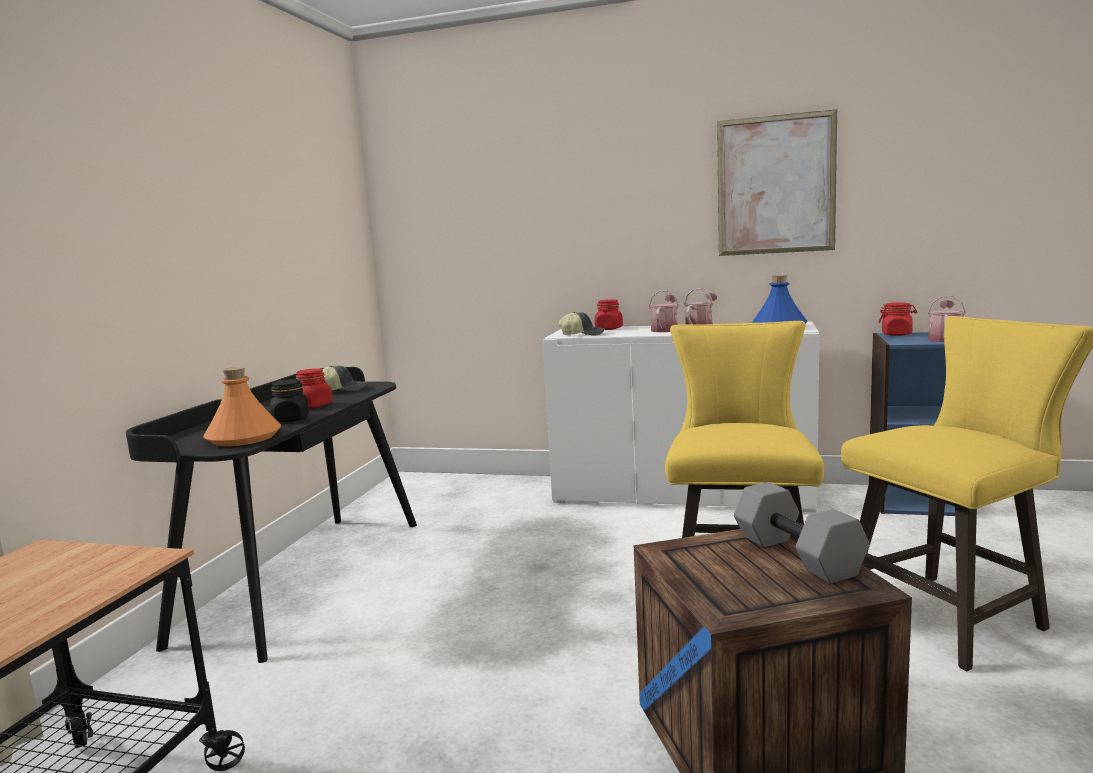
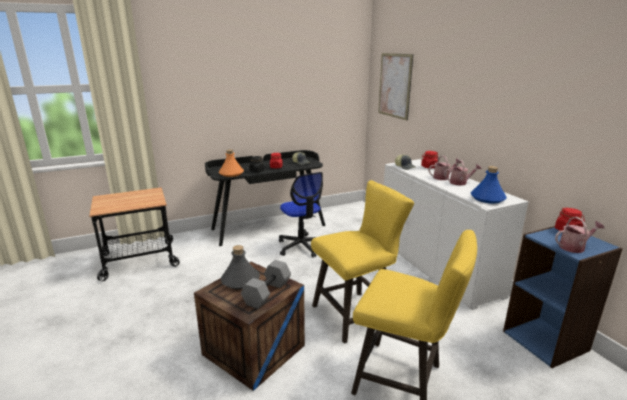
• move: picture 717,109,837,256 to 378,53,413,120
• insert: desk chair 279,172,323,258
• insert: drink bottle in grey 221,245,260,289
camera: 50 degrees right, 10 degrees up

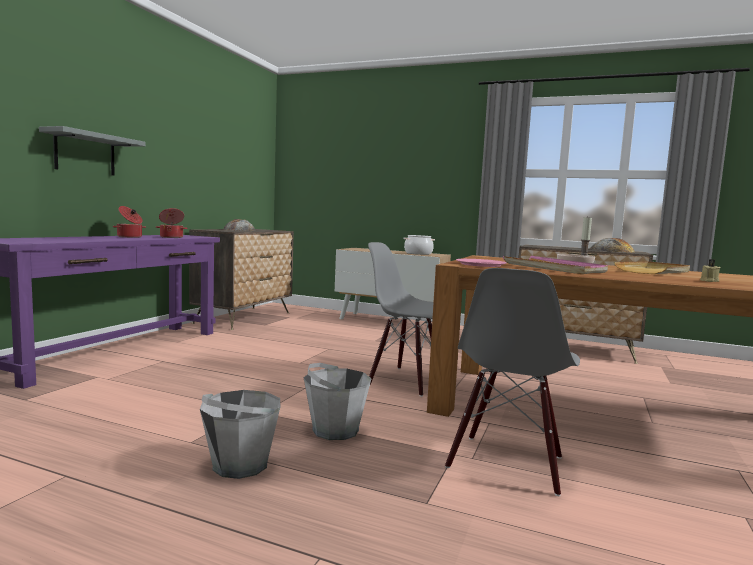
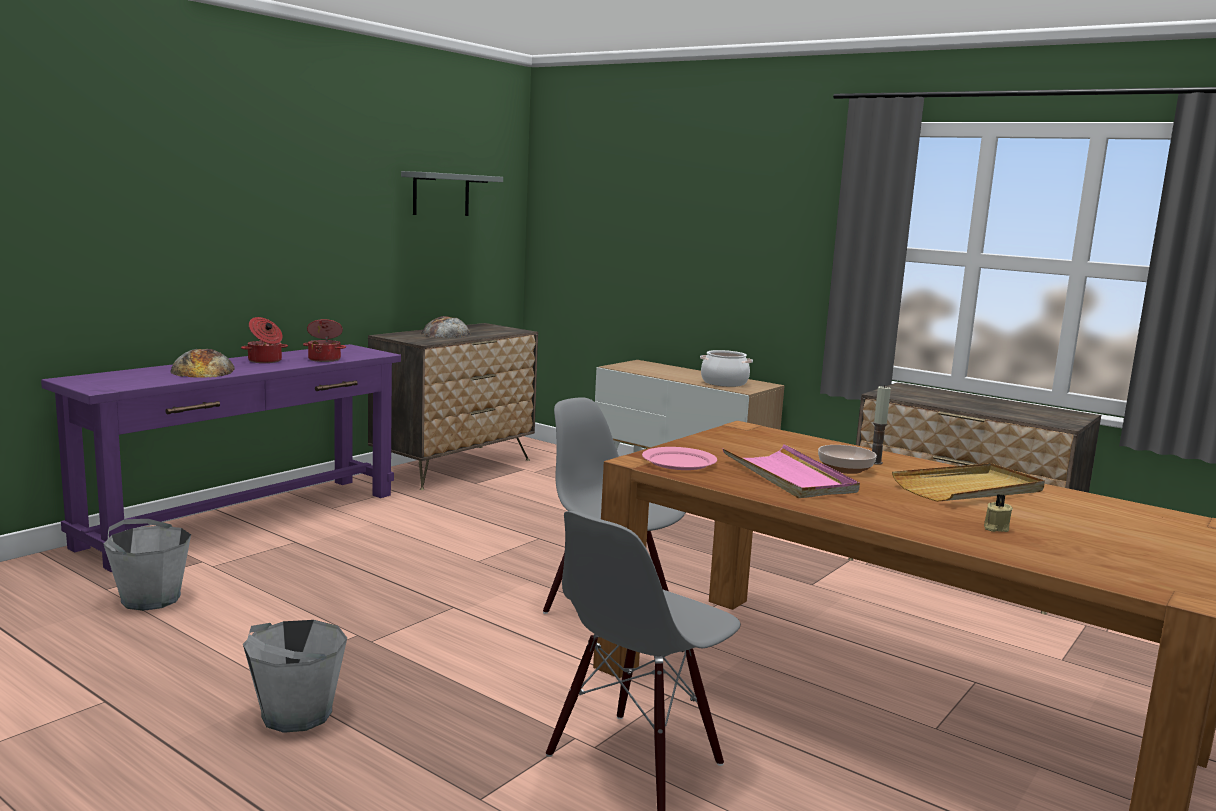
• move: wall shelf in grey 39,126,146,175 to 401,171,503,216
• move: bread 590,238,635,252 to 170,349,235,378
• move: water bucket in grey 304,363,372,440 to 103,519,191,611
camera: 15 degrees right, 5 degrees up

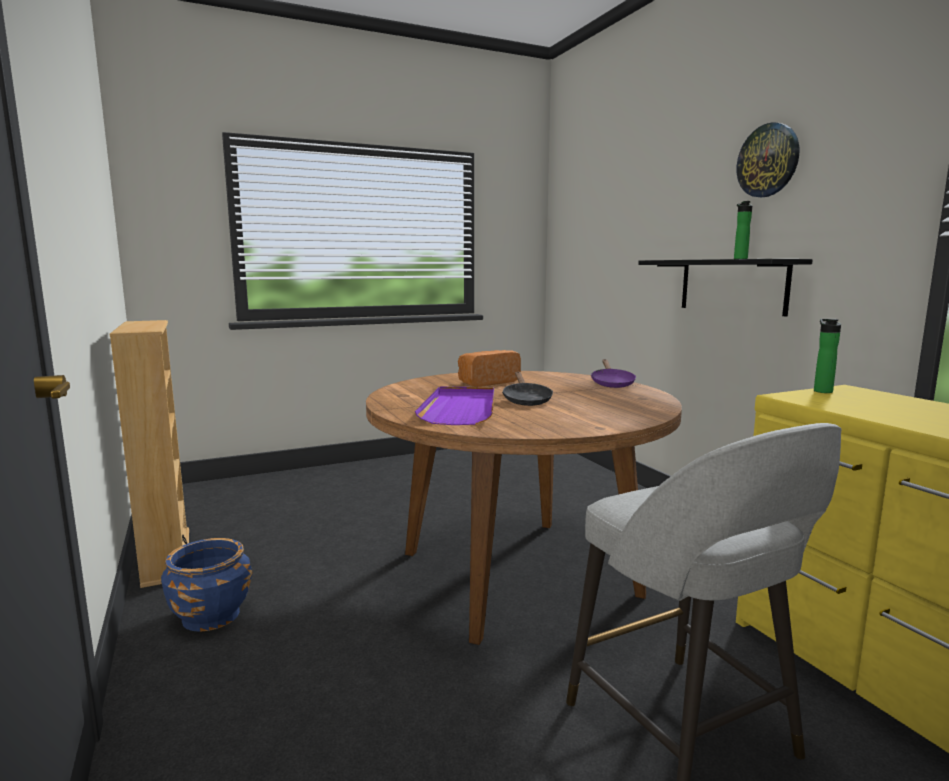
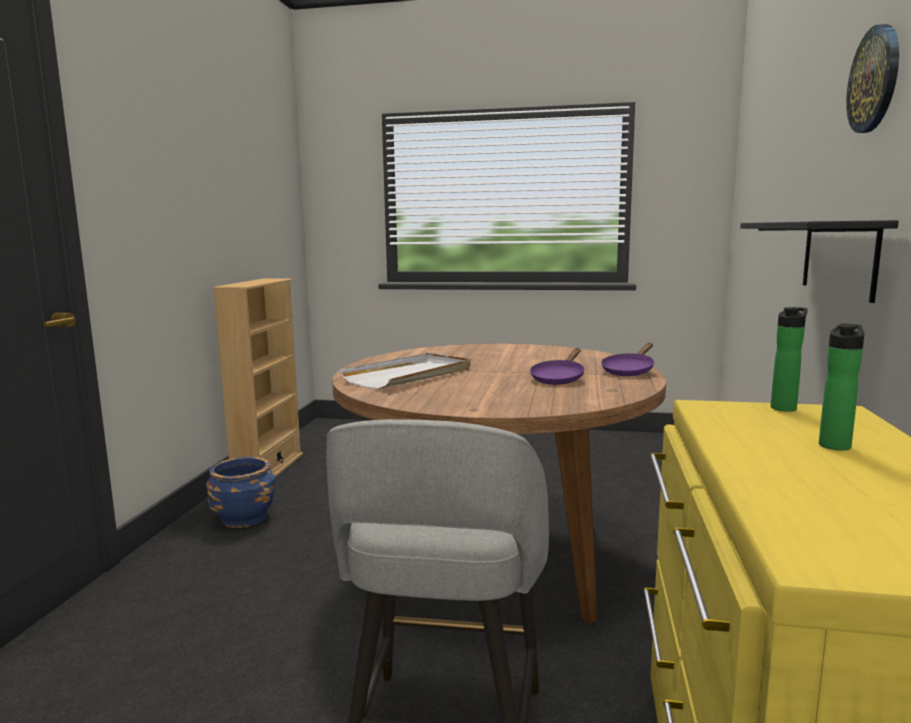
• move: drink bottle 734,201,753,259 to 819,323,865,451
• delete: bread 458,350,521,387
• delete: pan in black-coloured 502,372,553,406
• recolor: tray in purplish 415,386,494,425 to tray in whitish 339,353,471,389
• insert: pan in purplish 530,348,584,385
camera: 35 degrees right, 0 degrees up

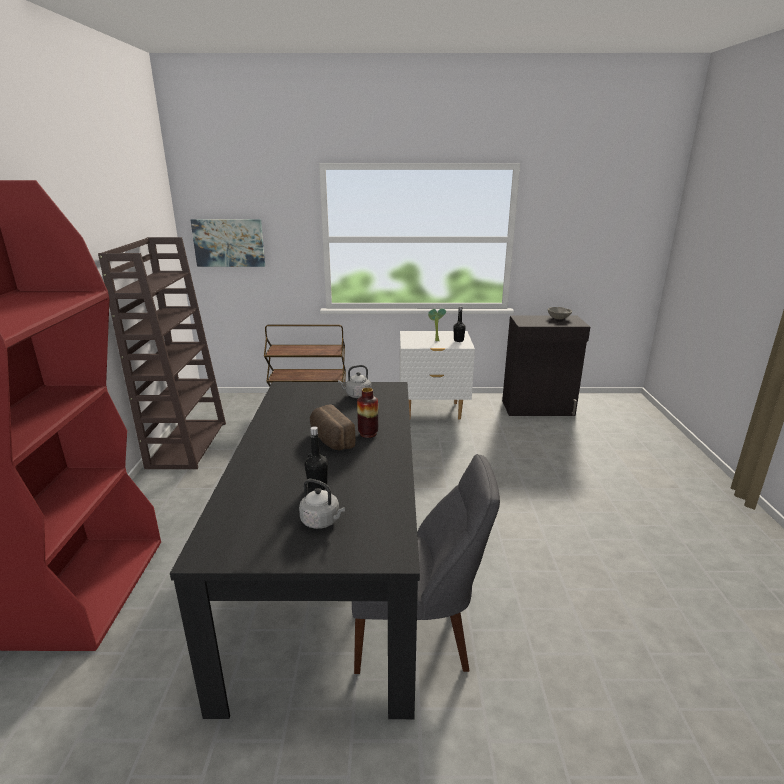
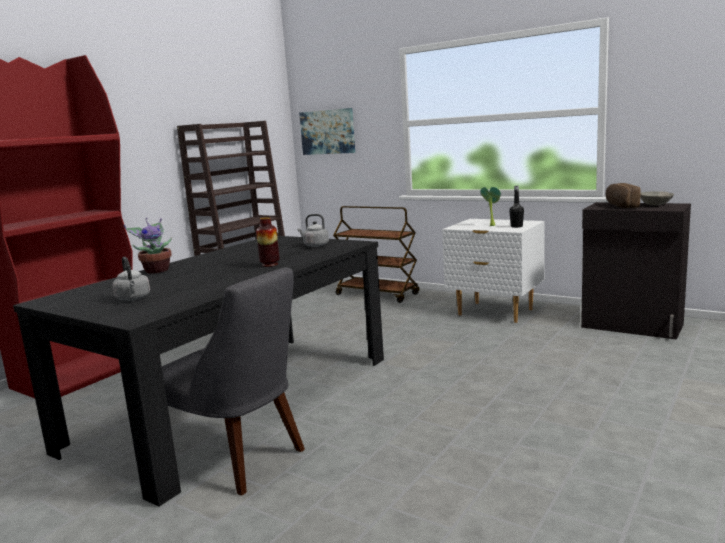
• move: bread 310,404,355,451 to 606,183,640,208
• delete: drink bottle in black-coloured 304,426,328,491
• insert: potted plant 123,218,172,274
camera: 35 degrees right, 10 degrees down

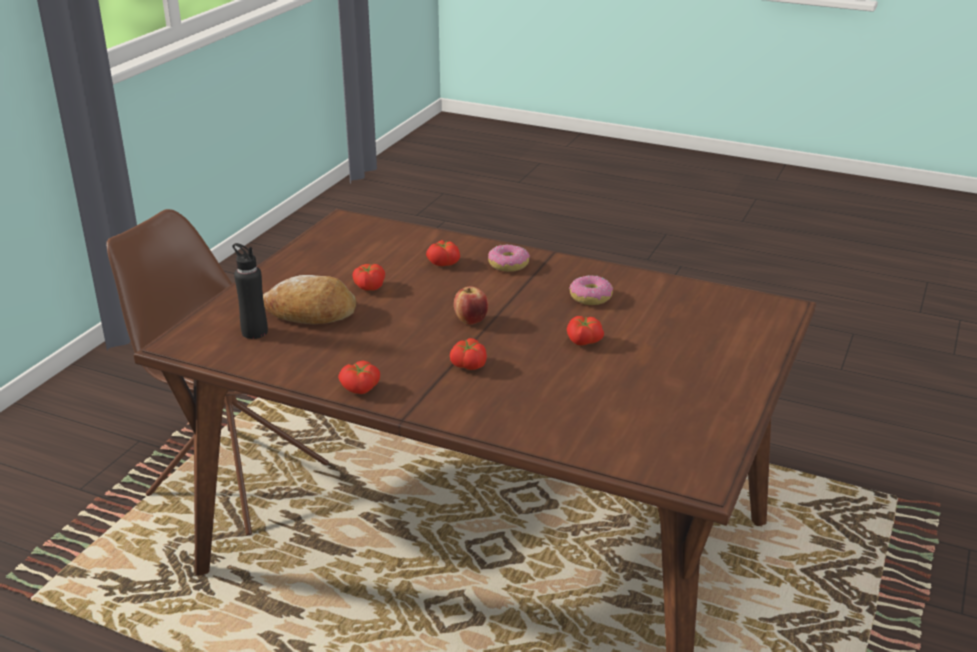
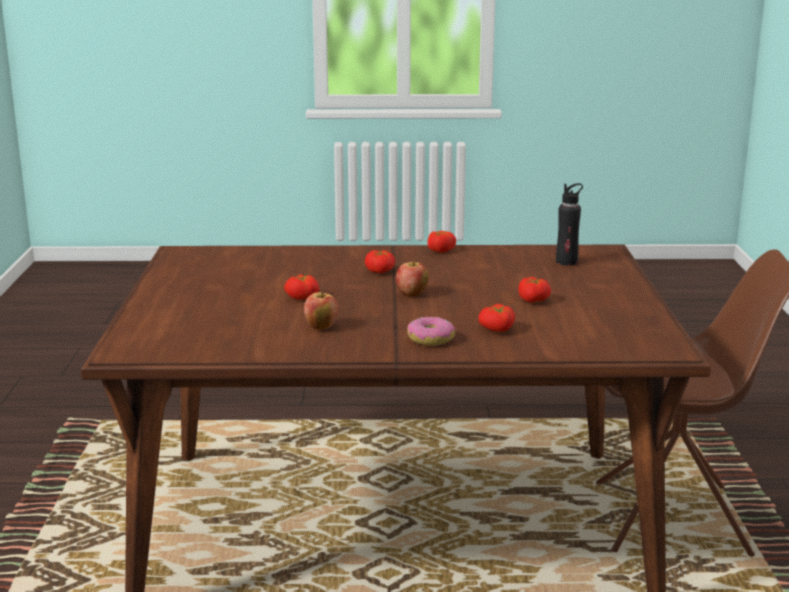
• delete: bread 263,275,356,324
• replace: donut 569,275,613,305 to apple 304,291,338,330
camera: 155 degrees right, 10 degrees down

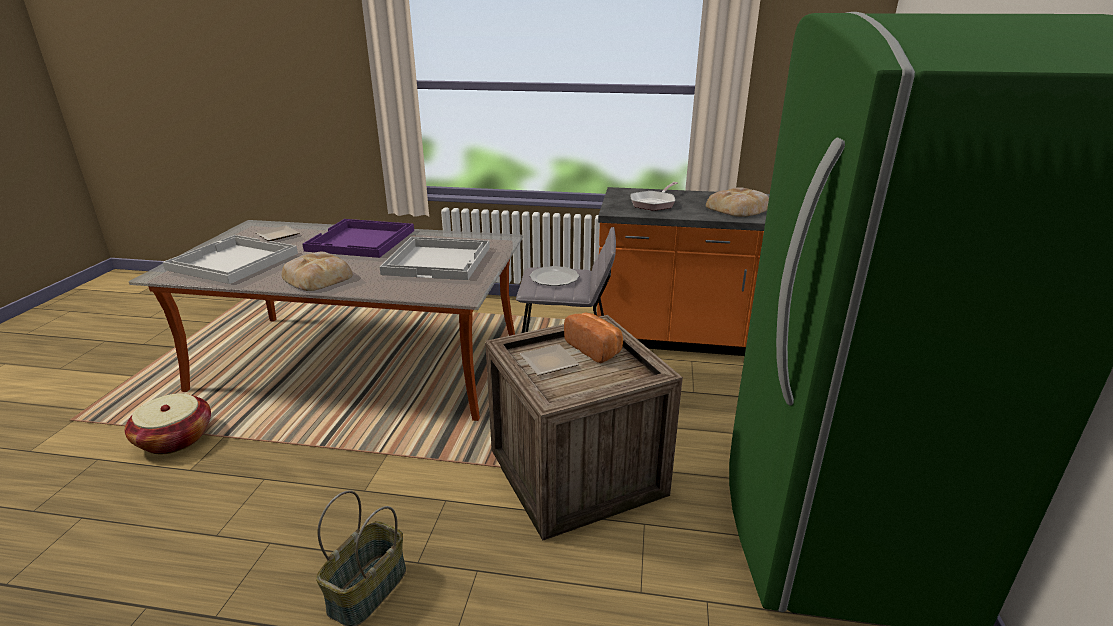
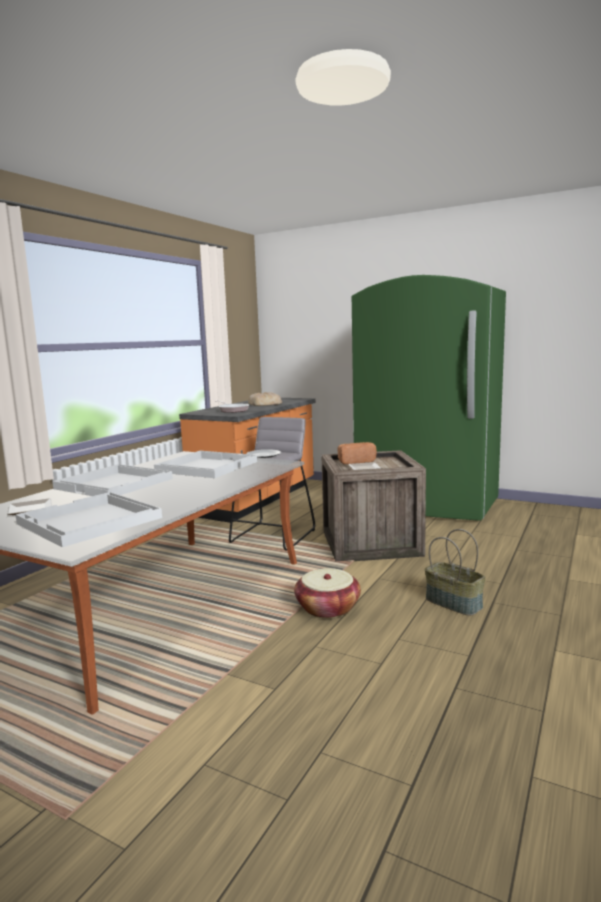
• recolor: tray in purplish 303,219,414,258 to tray in whitish 52,464,173,496
• delete: bread 282,252,353,291
• move: storage basket 125,394,211,454 to 294,568,361,619
camera: 70 degrees left, 15 degrees down

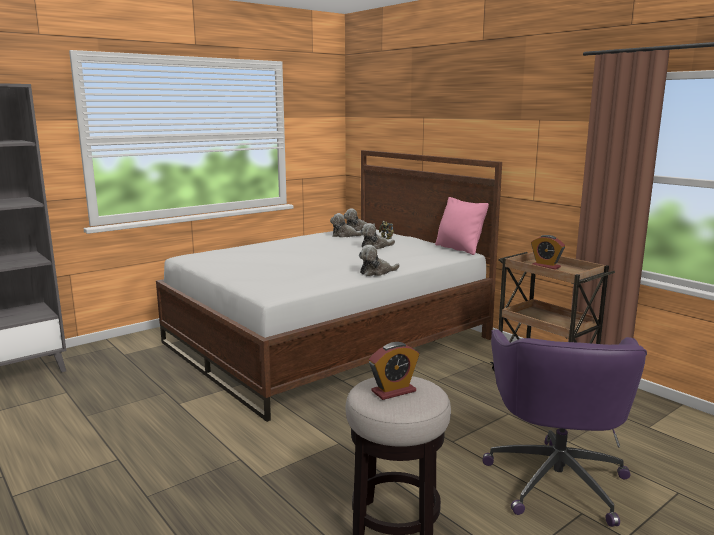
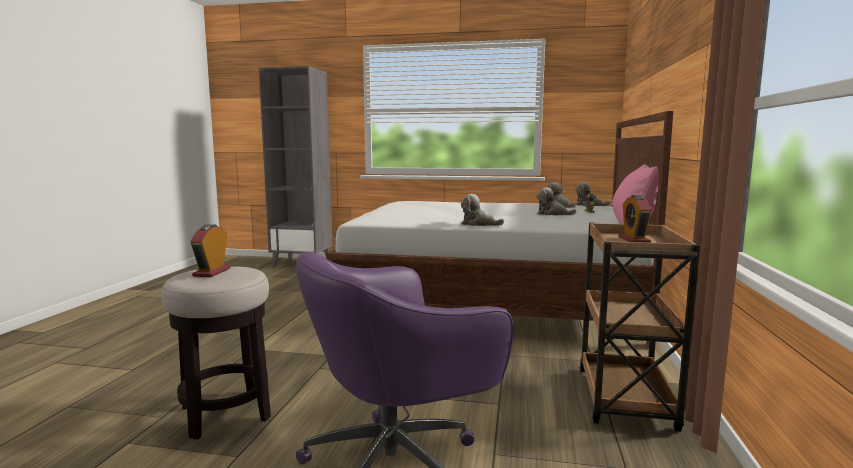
• rotate: table clock 369,342,419,400 = 190,224,231,277 75 degrees clockwise
camera: 50 degrees right, 5 degrees down

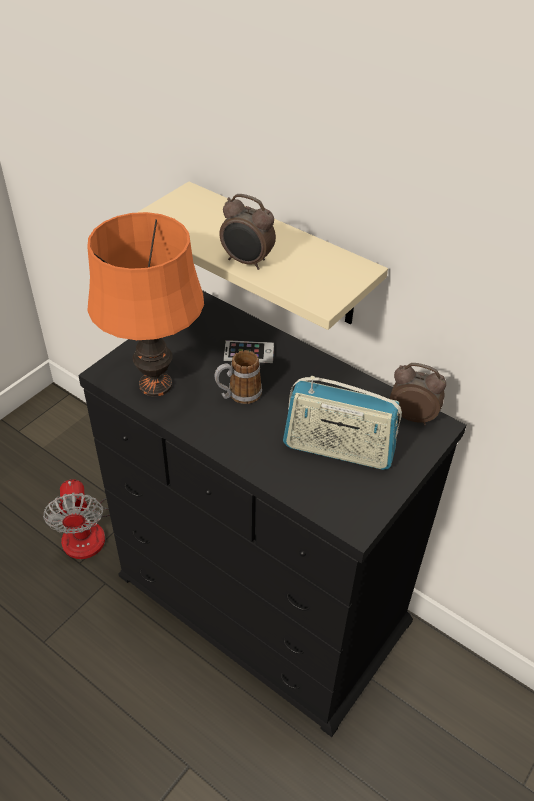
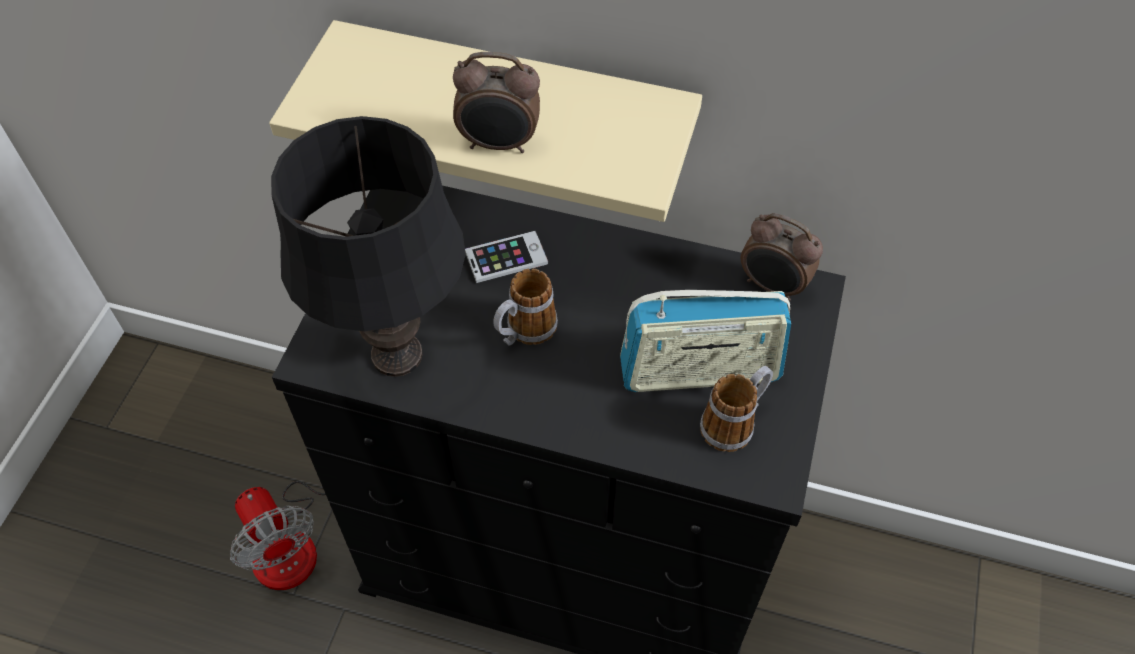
• recolor: lamp for a table in orange-coloured 87,212,204,397 to lamp for a table in black-coloured 271,116,466,377
• rotate: table clock 390,363,446,425 = 741,213,823,301 150 degrees counterclockwise
• insert: mug 700,366,773,452
camera: 20 degrees left, 10 degrees up

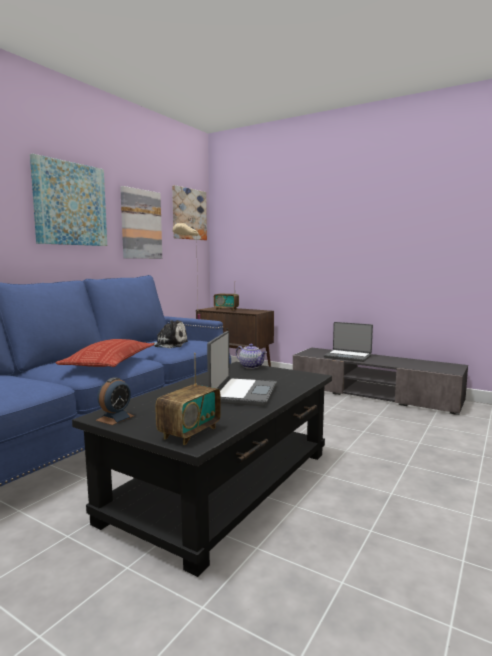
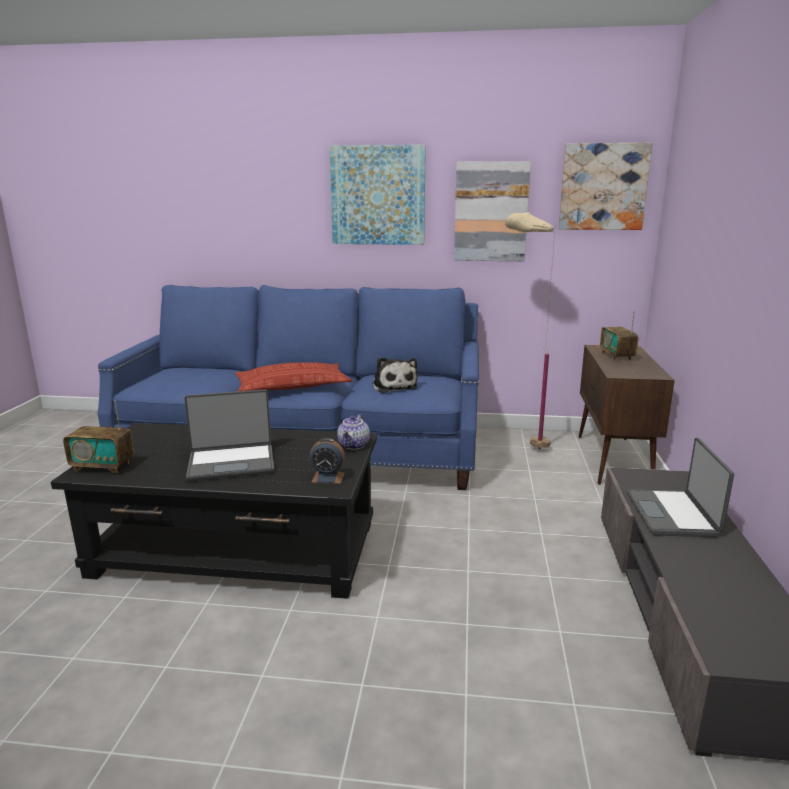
• move: table clock 96,377,134,425 to 310,438,345,484
camera: 65 degrees right, 10 degrees up

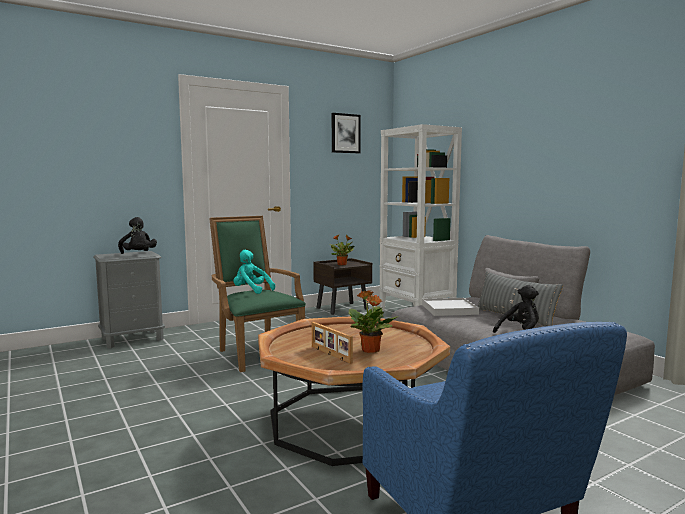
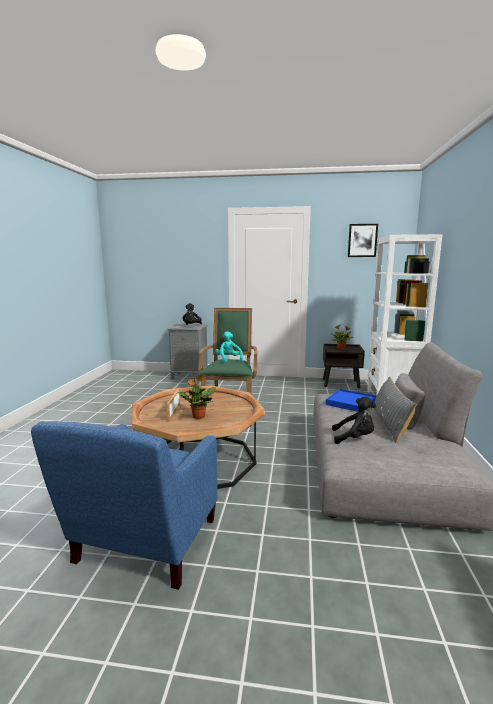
• recolor: tray in whitish 422,298,479,316 to tray in blue-coloured 326,389,376,412
camera: 40 degrees right, 5 degrees up

